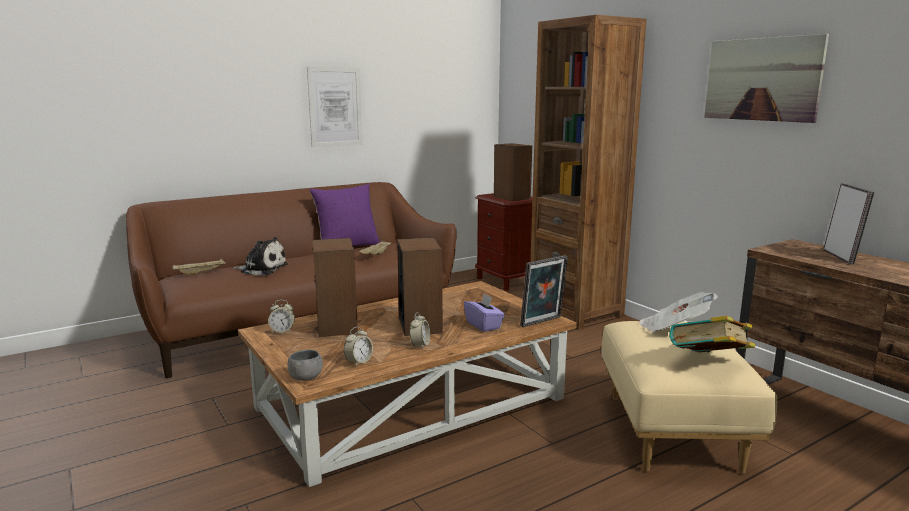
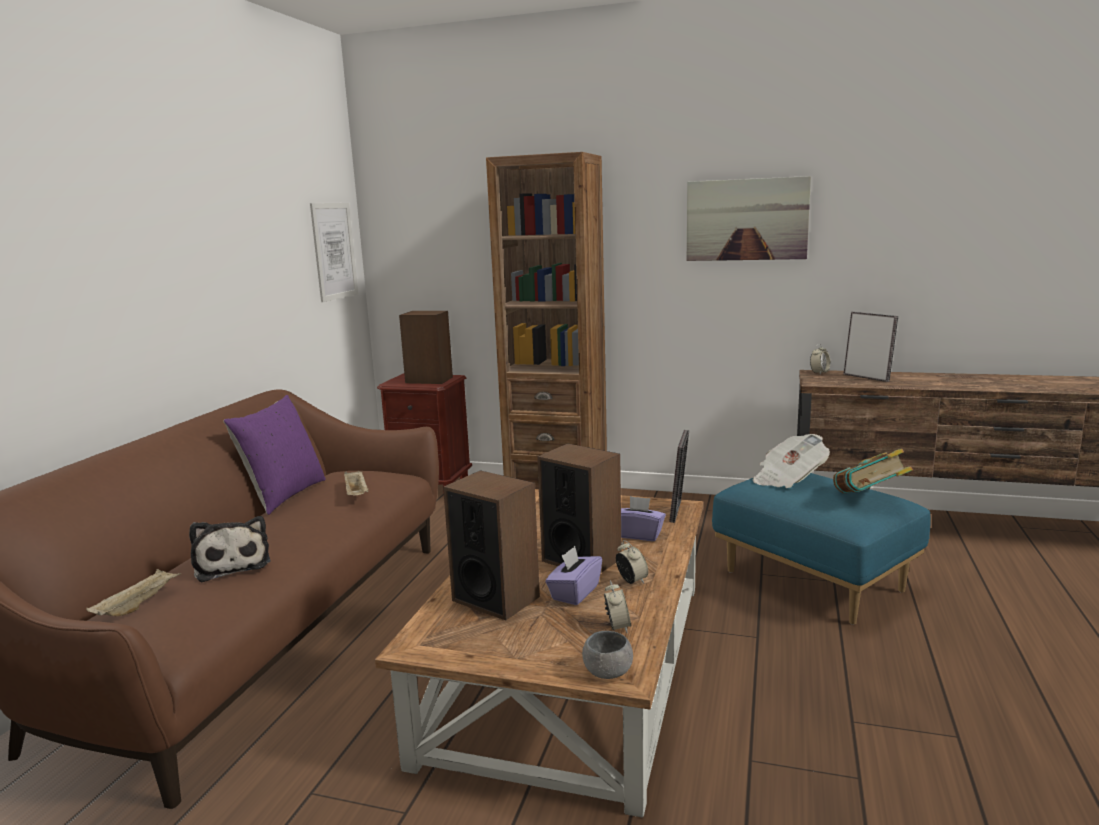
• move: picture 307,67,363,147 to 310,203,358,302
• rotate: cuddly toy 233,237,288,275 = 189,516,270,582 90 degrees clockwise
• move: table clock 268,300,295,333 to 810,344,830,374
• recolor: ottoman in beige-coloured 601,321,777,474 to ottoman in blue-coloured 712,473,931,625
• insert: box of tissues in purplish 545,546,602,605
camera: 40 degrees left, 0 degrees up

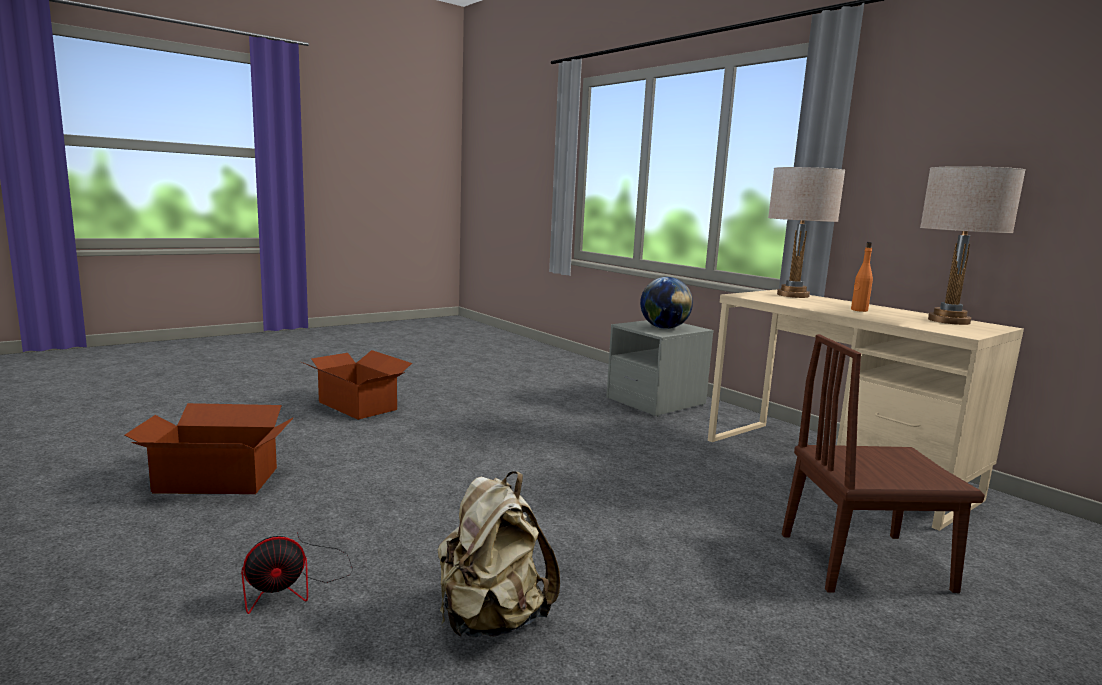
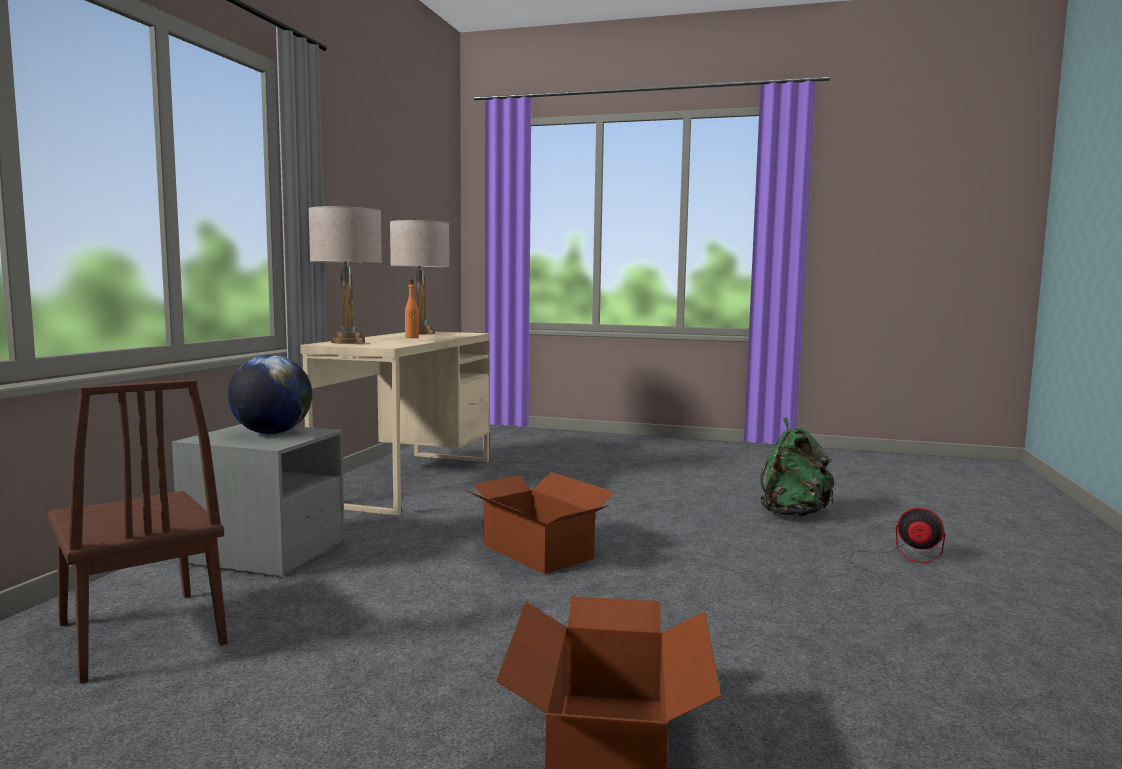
• move: chair in brownish 782,334,985,593 to 48,379,228,684
• move: cardboard box 125,403,294,494 to 463,472,615,574
• recolor: rucksack in beige-coloured 438,471,560,637 to rucksack in greenish 760,417,834,517
camera: 125 degrees left, 5 degrees down

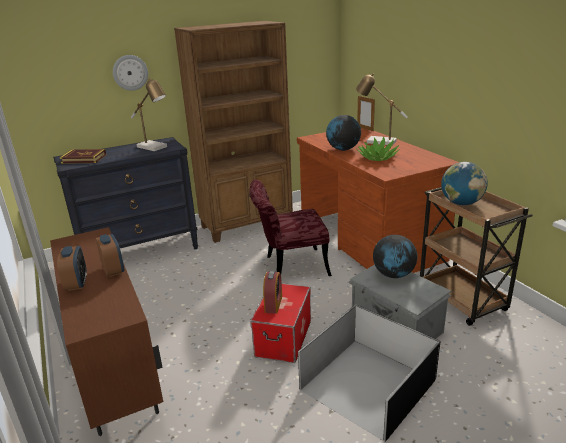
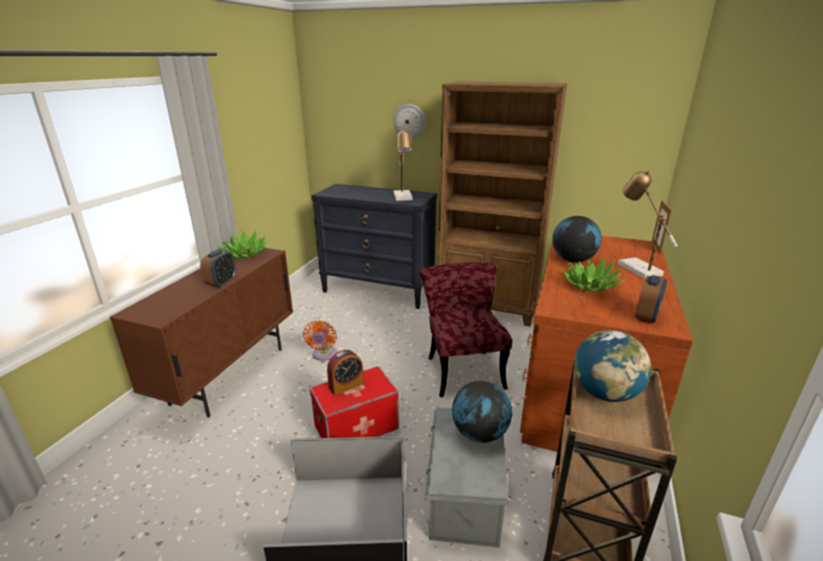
• delete: bound book 60,149,107,164
• rotate: chair in reddish 250,179,332,276 = 419,263,512,397 45 degrees clockwise
• move: table clock 57,246,87,291 to 635,275,667,324
• insert: potted plant 218,230,269,259
• insert: fan in orange-coloured 303,320,337,361
camera: 45 degrees right, 0 degrees up

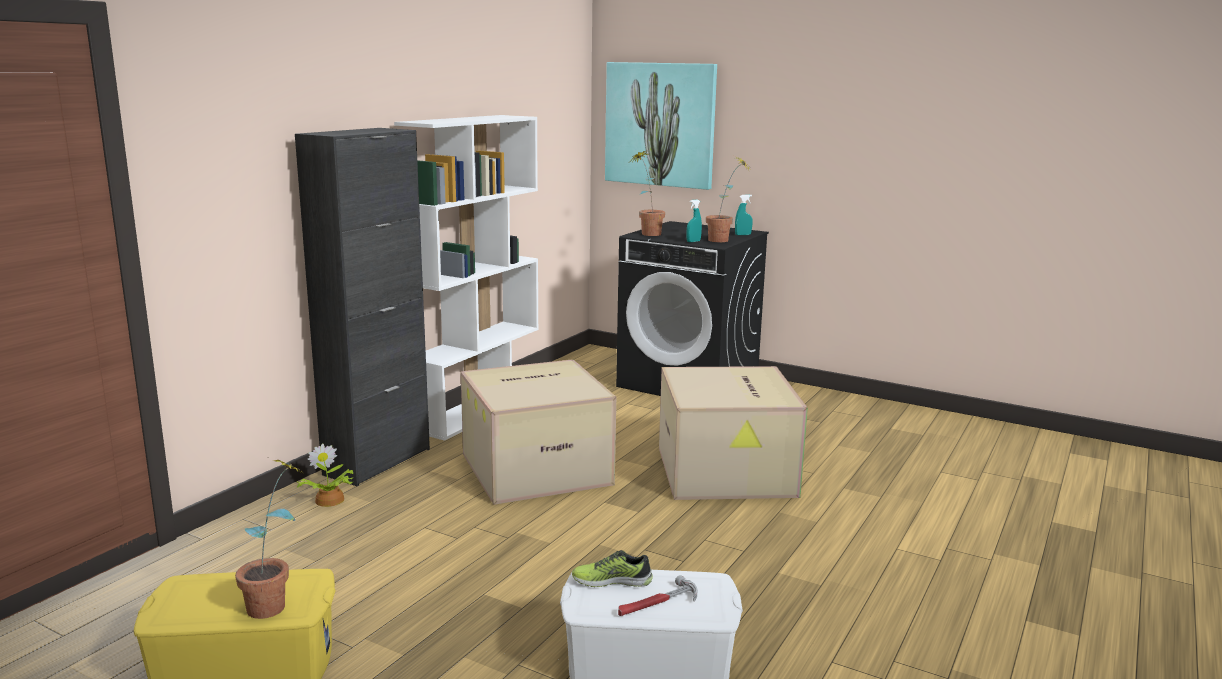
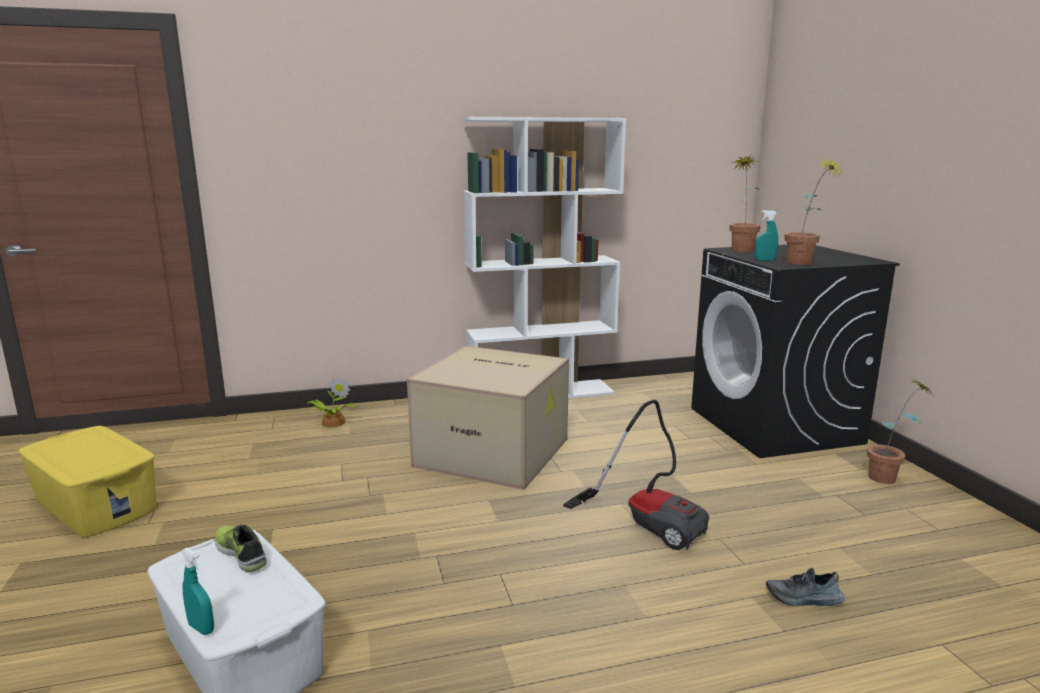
• delete: picture 605,62,717,190
• delete: storage cabinet in black-coloured 295,128,430,486
• move: hand sprayer in blue-green 735,194,753,235 to 181,548,214,635
• replace: cardboard box 659,366,808,500 to hoover 563,400,709,550
• move: potted plant 235,459,307,619 to 867,377,933,484
• delete: hammer 618,575,697,616
• insert: shoe 766,568,845,606
camera: 45 degrees right, 0 degrees up

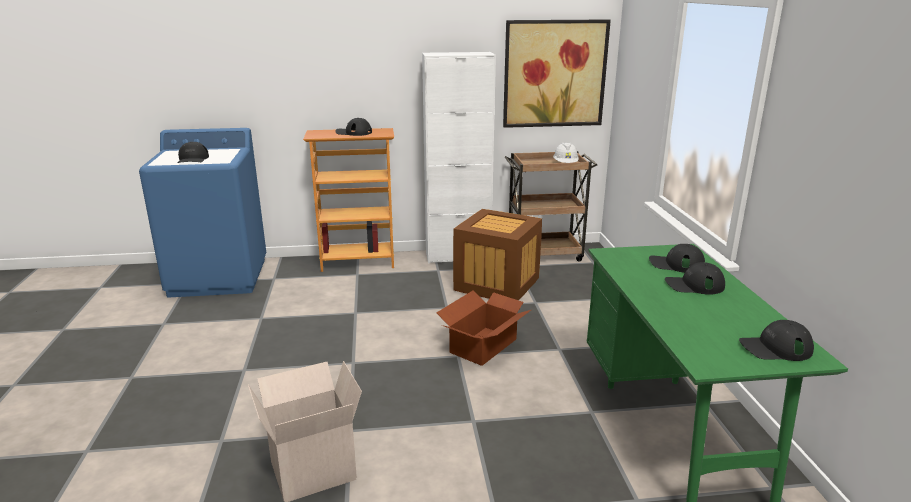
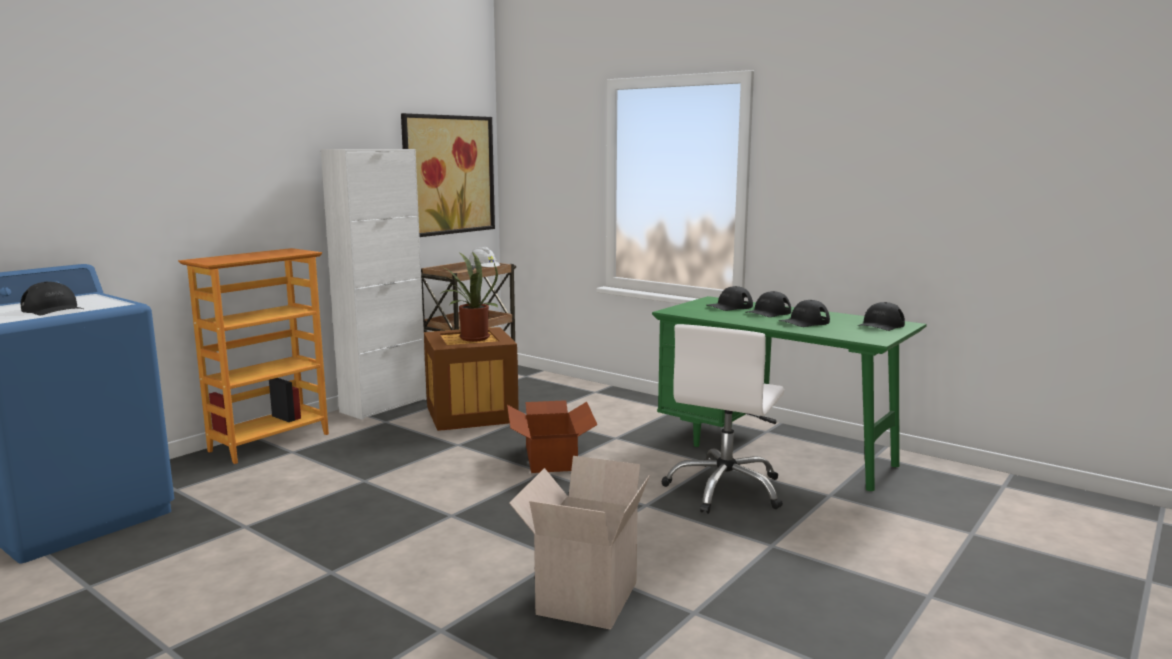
• move: cap in black-coloured 335,118,372,136 to 779,300,830,327
• insert: potted plant 440,252,498,342
• insert: desk chair in whitish 662,324,784,514
camera: 45 degrees left, 10 degrees down

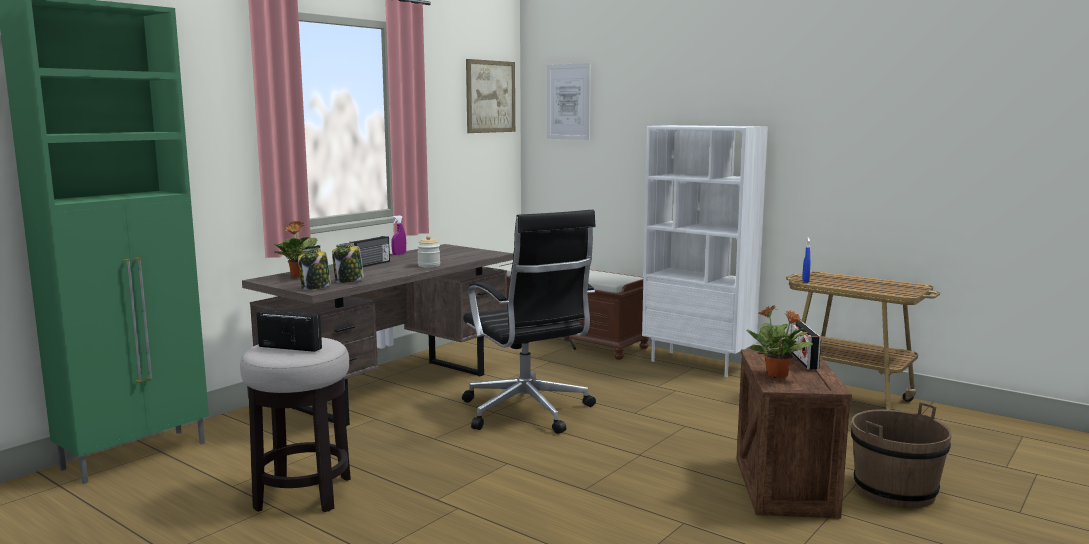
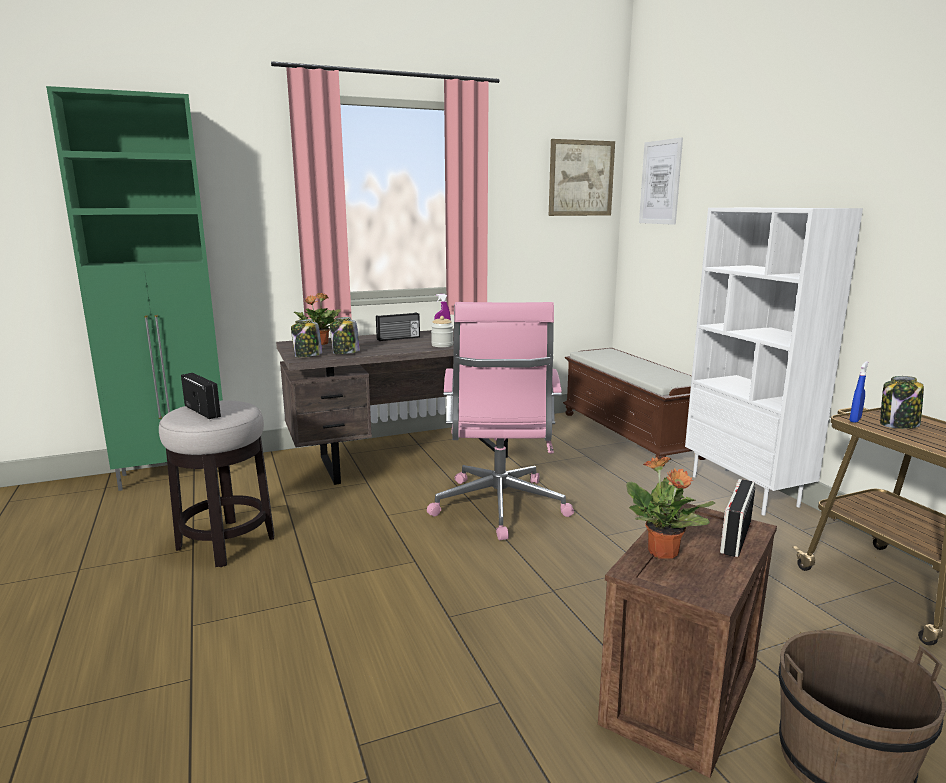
• recolor: desk chair in black-coloured 462,210,596,434 to desk chair in pink 427,302,574,540
• insert: preserve jar 880,376,924,429
camera: 30 degrees right, 5 degrees up

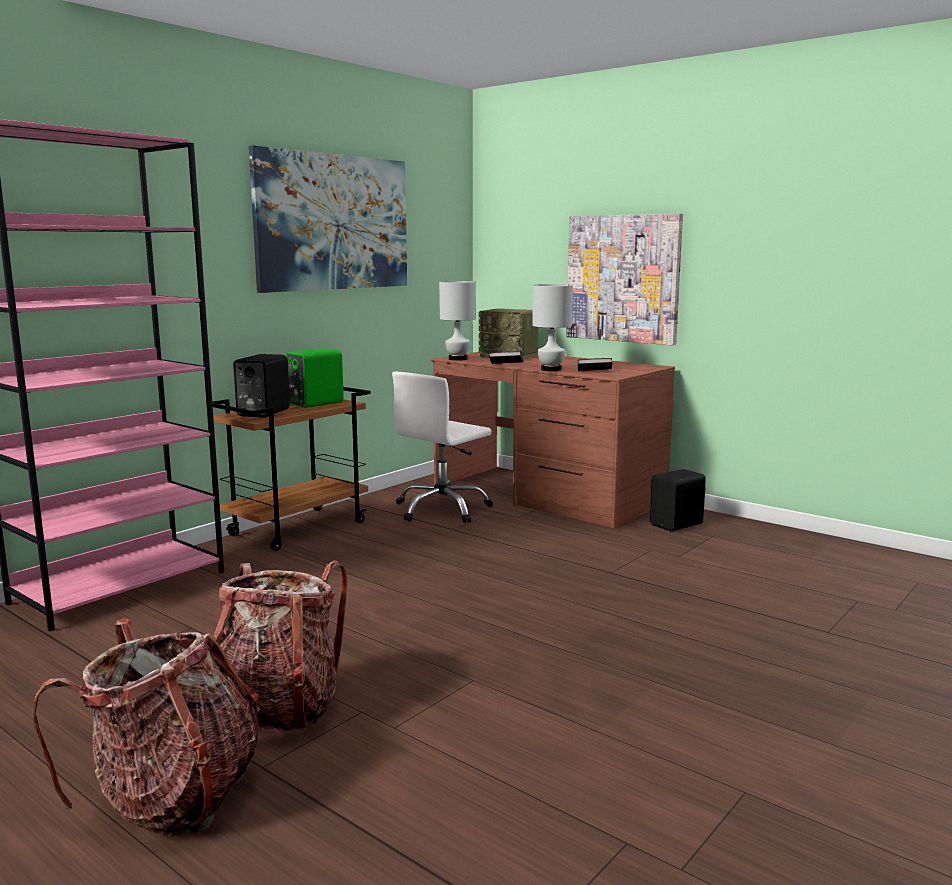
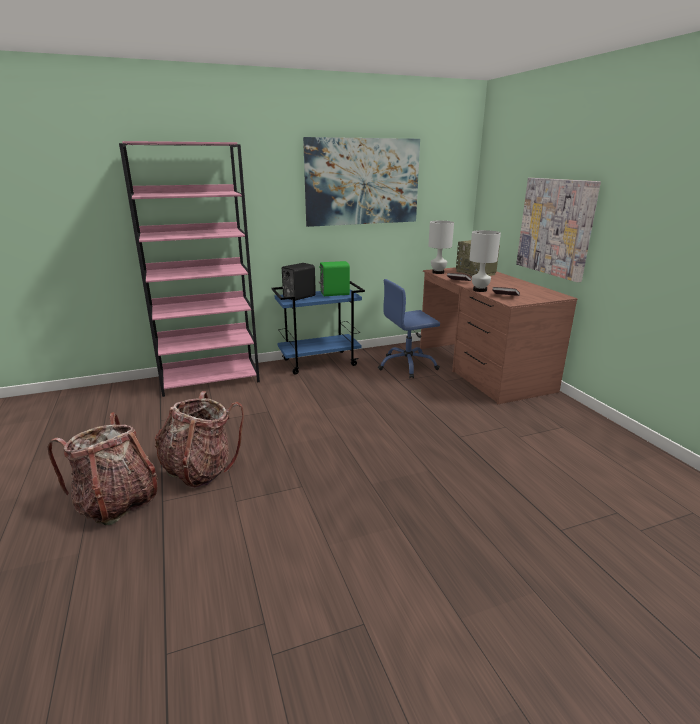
• recolor: desk chair in whitish 392,372,493,523 to desk chair in blue-coloured 378,279,440,379
• recolor: trolley in brownish 206,387,371,551 to trolley in blue-coloured 271,281,365,375
• delete: audio speaker in black-coloured 650,469,706,532
camera: 30 degrees right, 10 degrees up

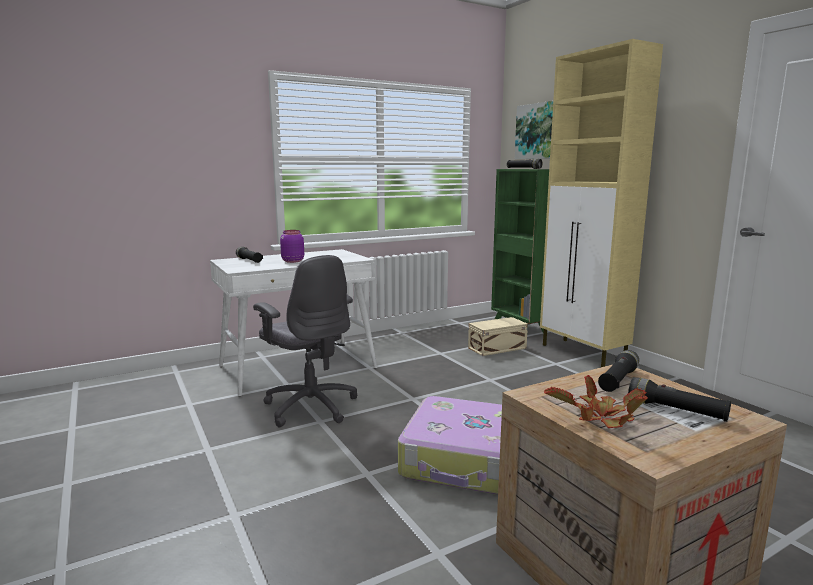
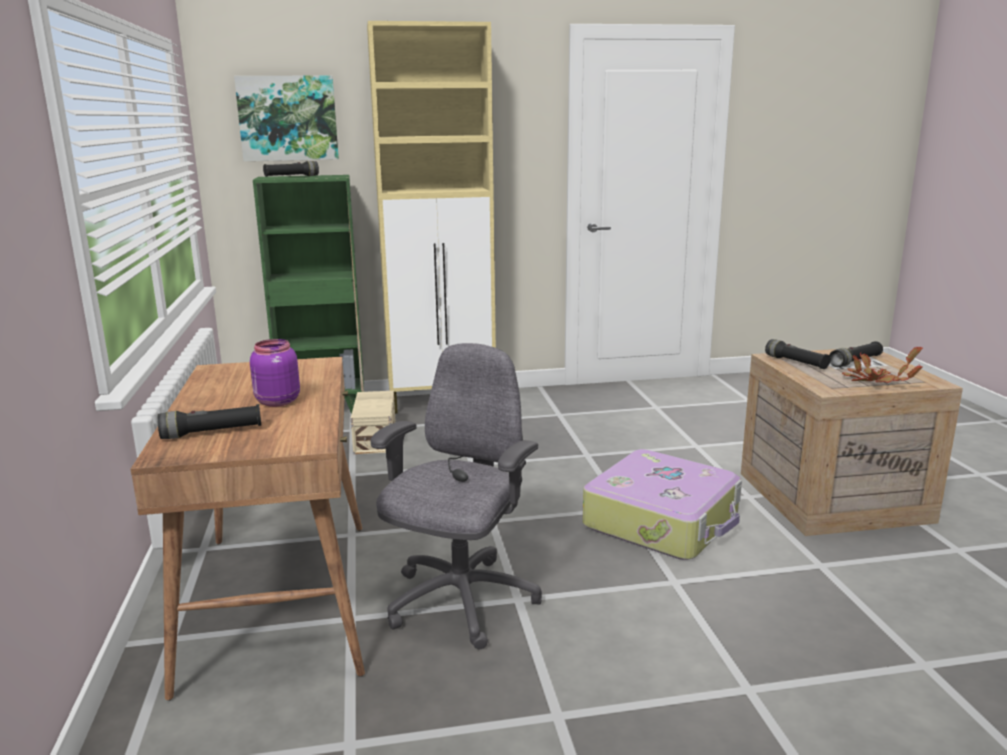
• recolor: desk table in whitish 210,249,377,397 to desk table in brownish 130,357,365,701
• rotate: desk chair in grey 253,255,357,427 = 371,343,542,650 45 degrees counterclockwise
camera: 70 degrees left, 5 degrees up

